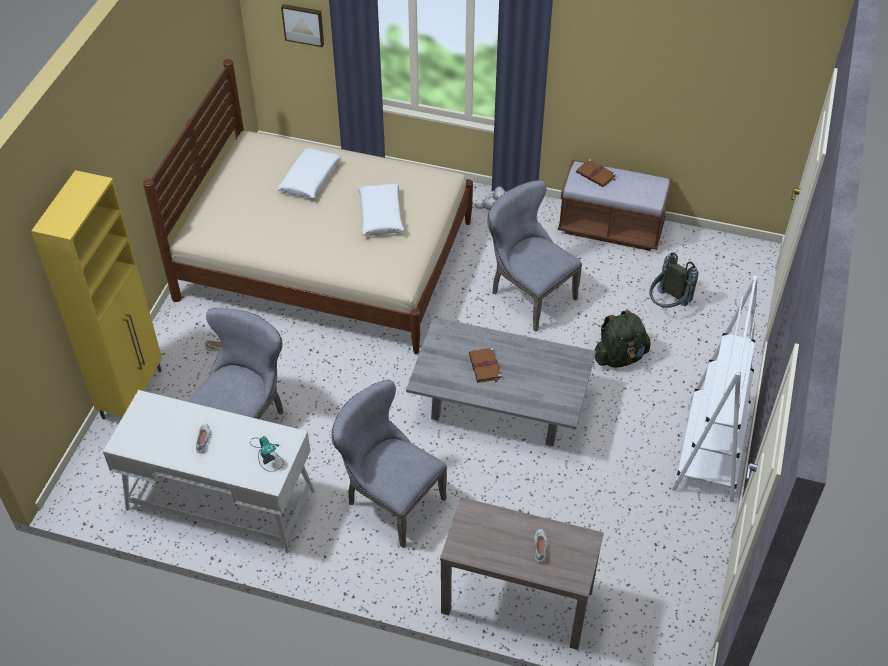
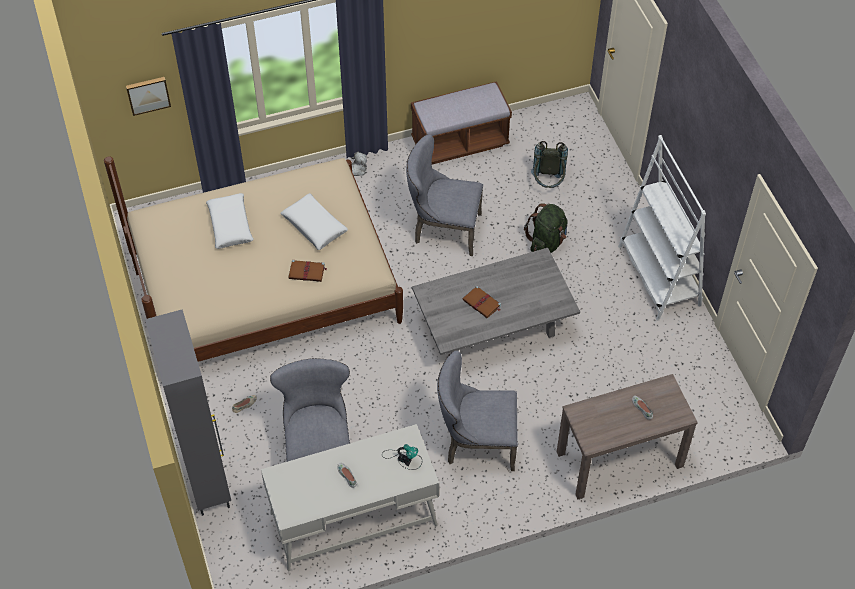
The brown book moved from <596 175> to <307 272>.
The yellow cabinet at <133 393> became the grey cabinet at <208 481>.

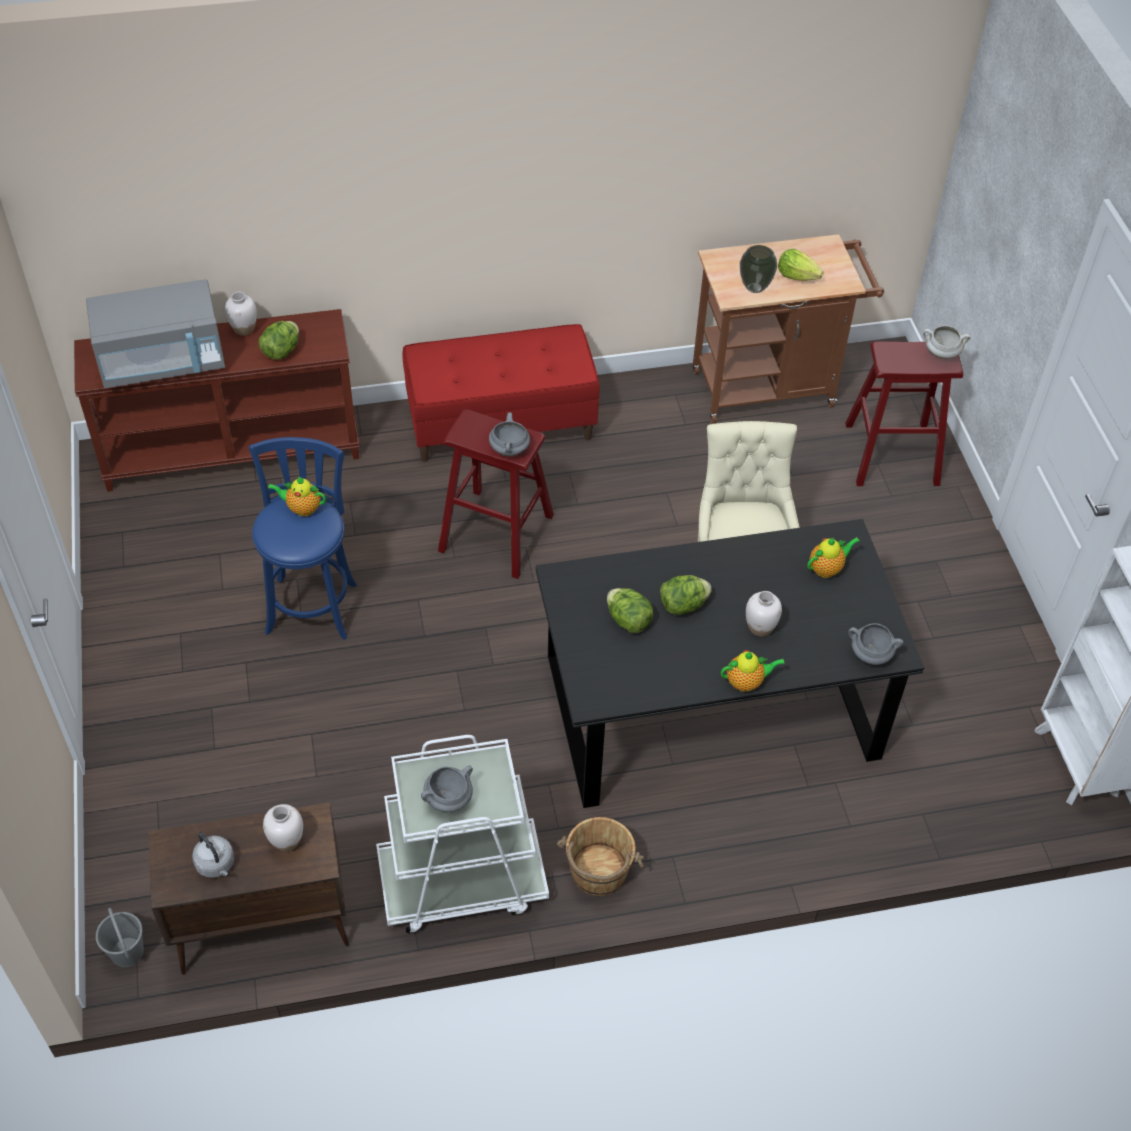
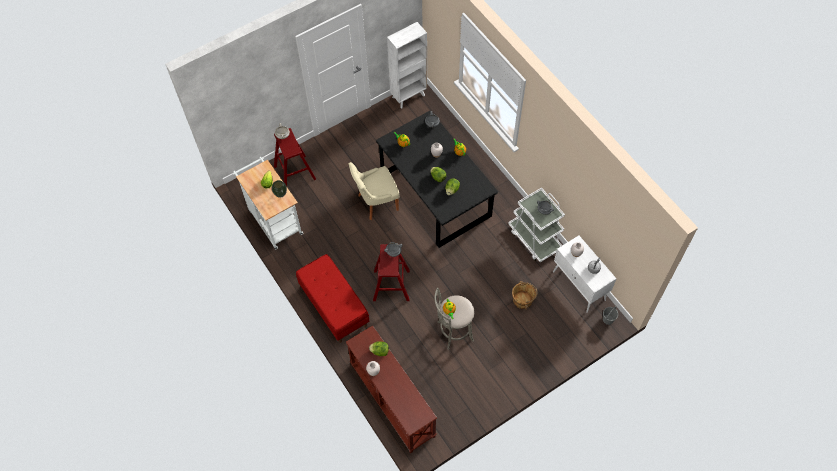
The brown cart at <771 386> became the white cart at <273 220>.
The grey microwave at <163 361> disappeared.
The blue stool at <312 604> became the grey stool at <453 332>.
The brown cabinet at <261 927> became the white cabinet at <579 286>.
The brown bucket moved from <598 872> to <523 300>.

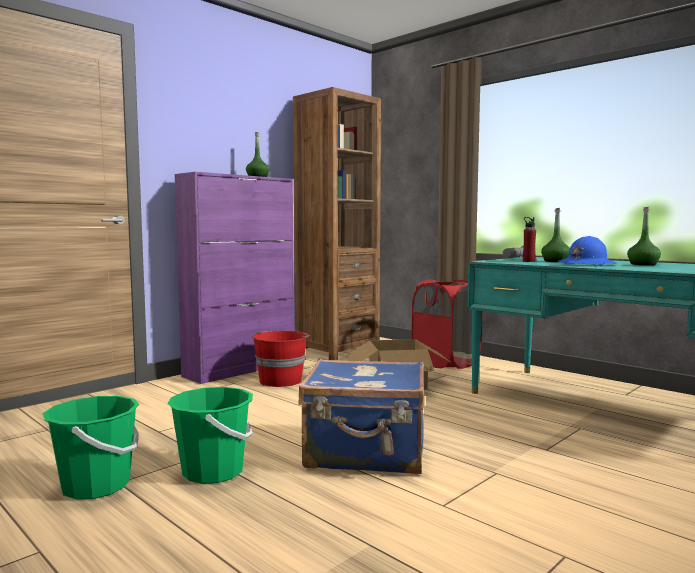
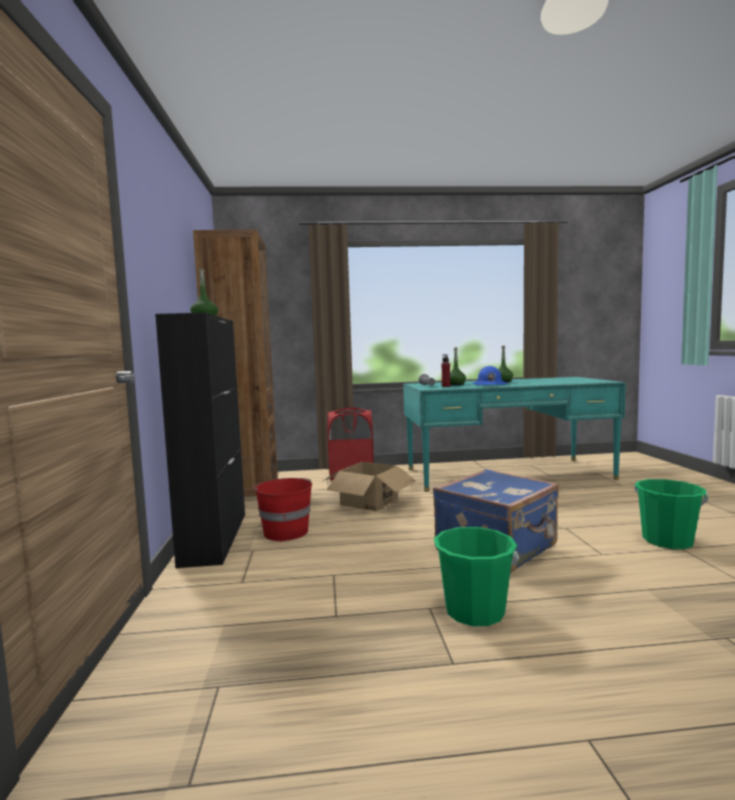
The purple cabinet at <241 369> became the black cabinet at <215 537>.
The green bucket moved from <96 486> to <667 541>.

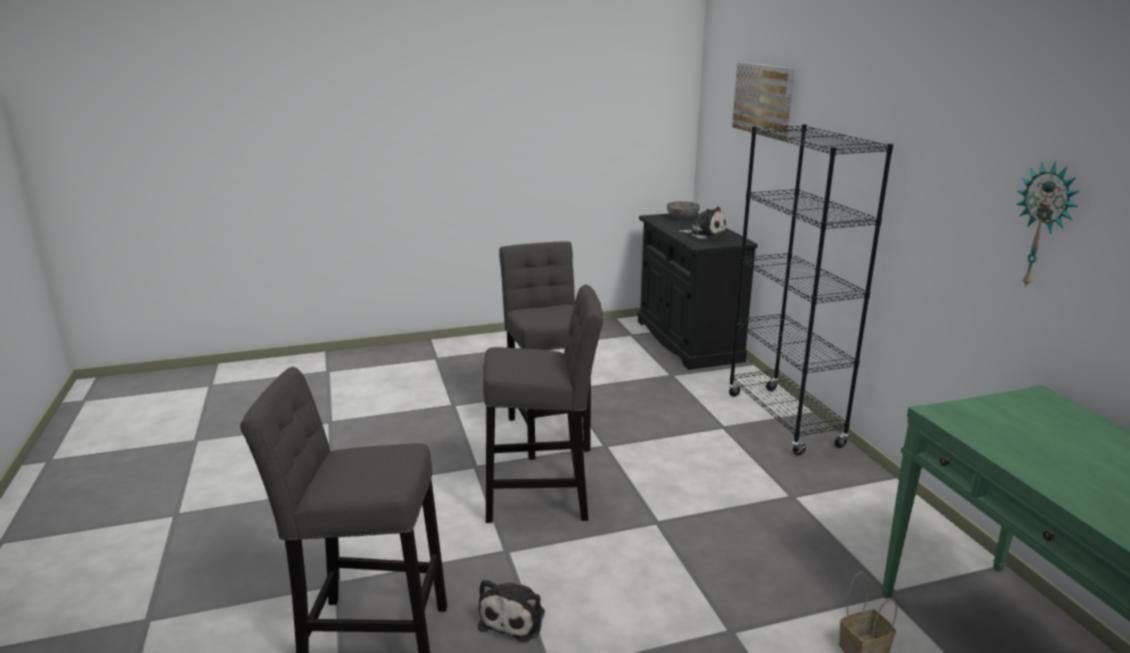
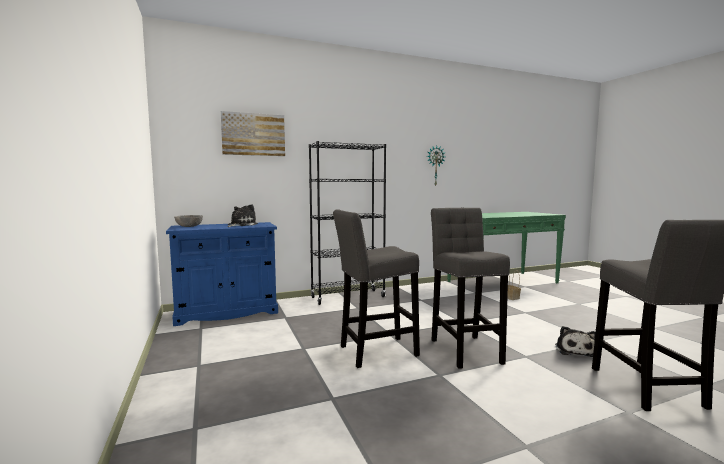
The black cabinet at <687 341> became the blue cabinet at <227 312>.
The plush toy at <514 617> turned 90 degrees clockwise.

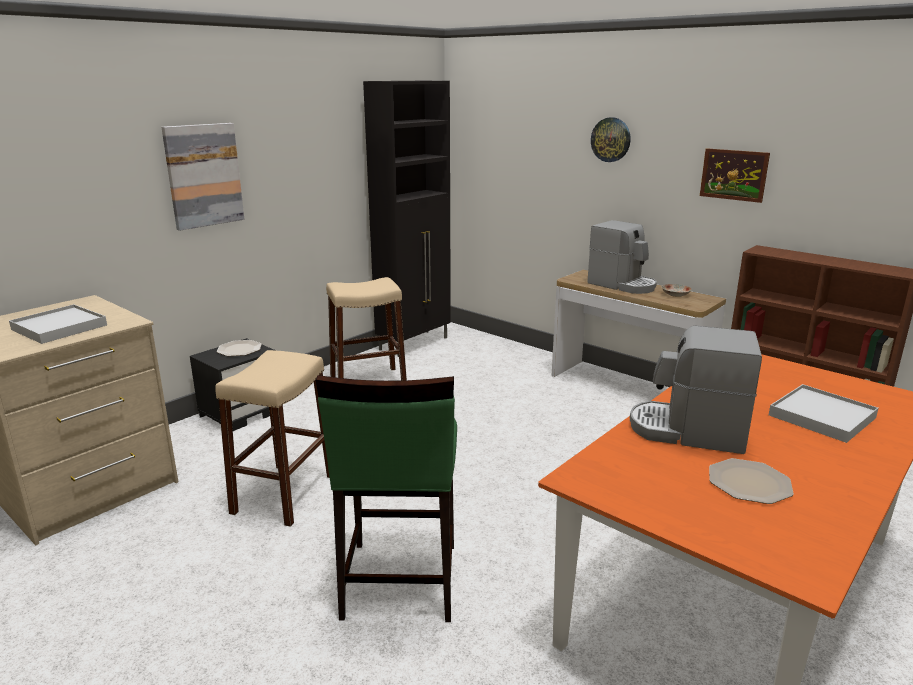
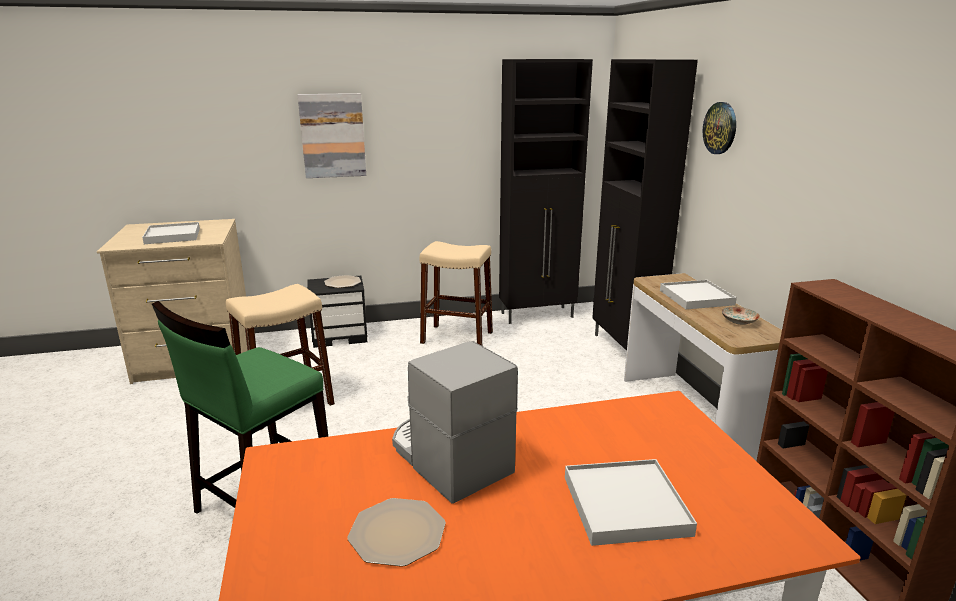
The picture at <733 175> disappeared.
The coffee machine at <622 285> was replaced by the white tray at <696 297>.
The black cabinet at <624 349> appeared.

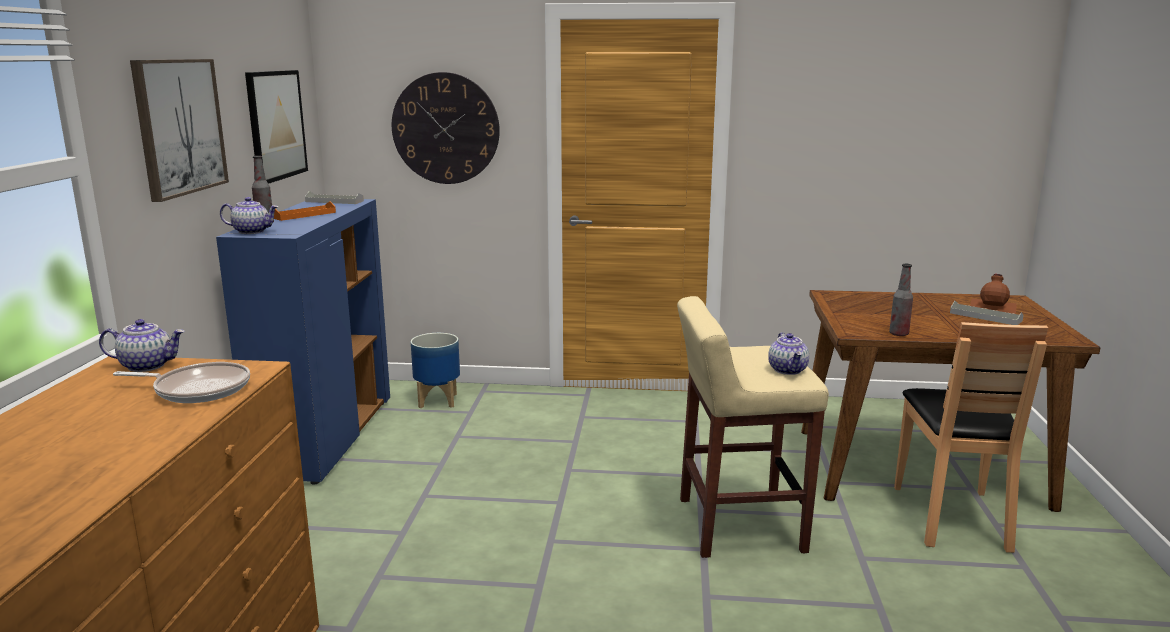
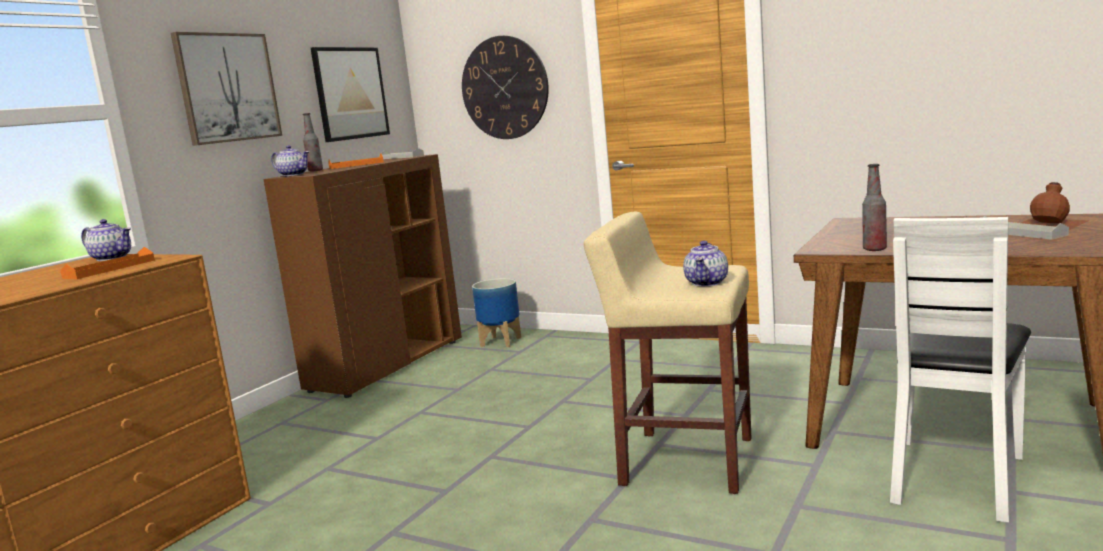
The blue cabinet at <326 437> became the brown cabinet at <387 365>.
The brown chair at <952 517> became the white chair at <955 478>.
The frying pan at <198 389> was replaced by the orange tray at <110 269>.

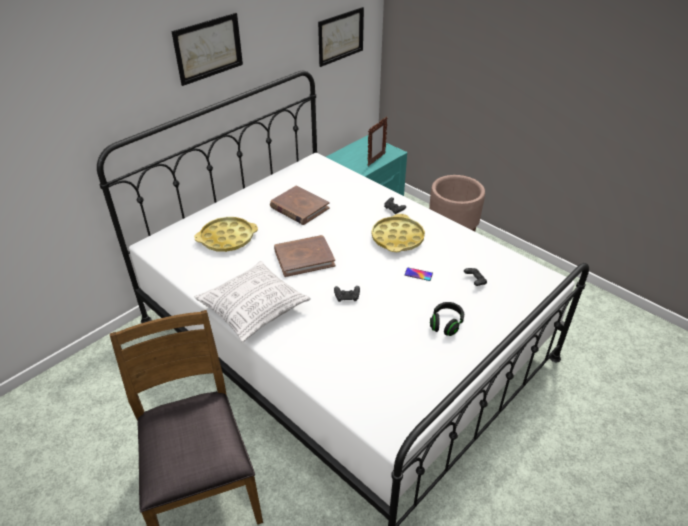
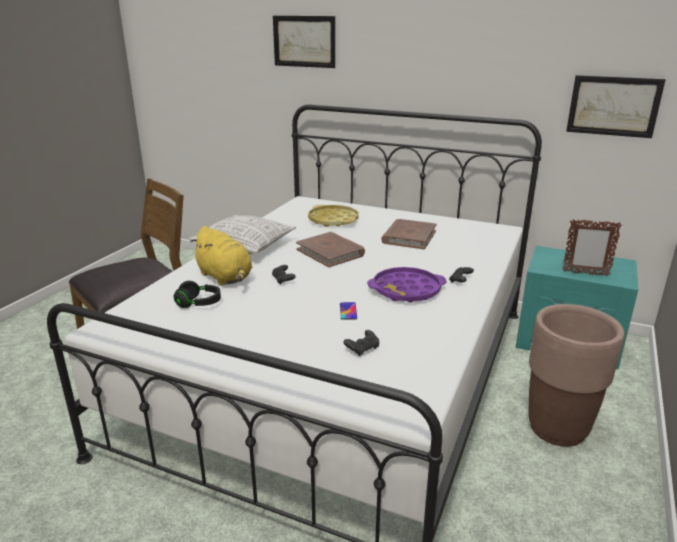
The picture moved from <208 48> to <304 41>.
The yellow tray at <397 238> became the purple tray at <406 290>.
The black headphones moved from <446 324> to <199 303>.
The yellow plush toy at <225 277> appeared.

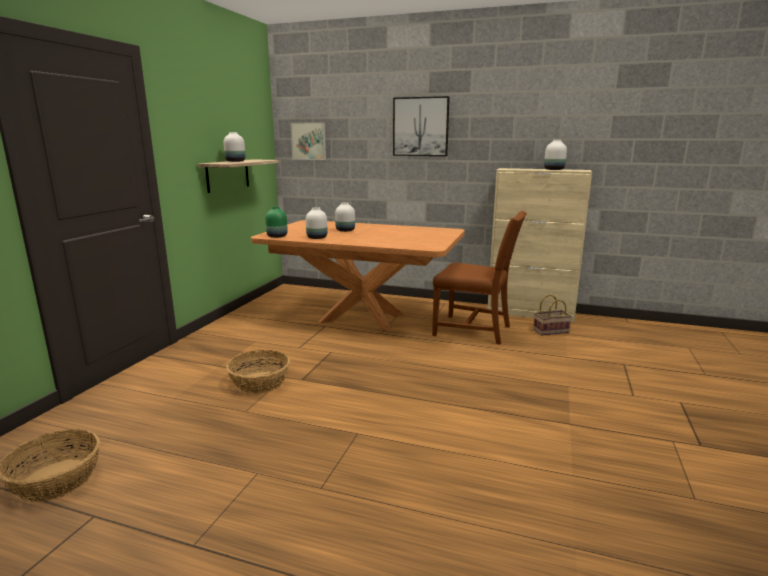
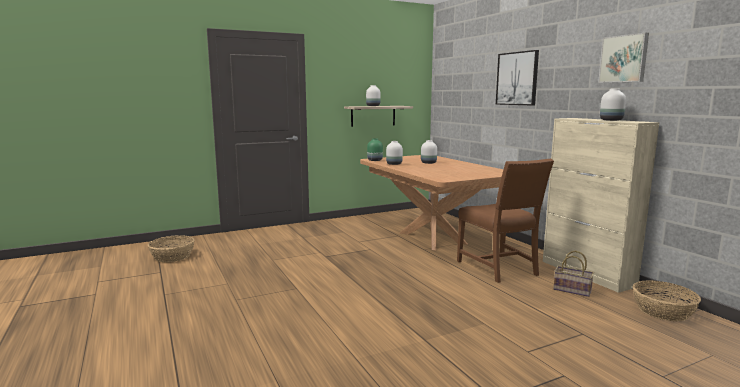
The picture moved from <309 141> to <624 59>.
The basket moved from <260 383> to <662 311>.

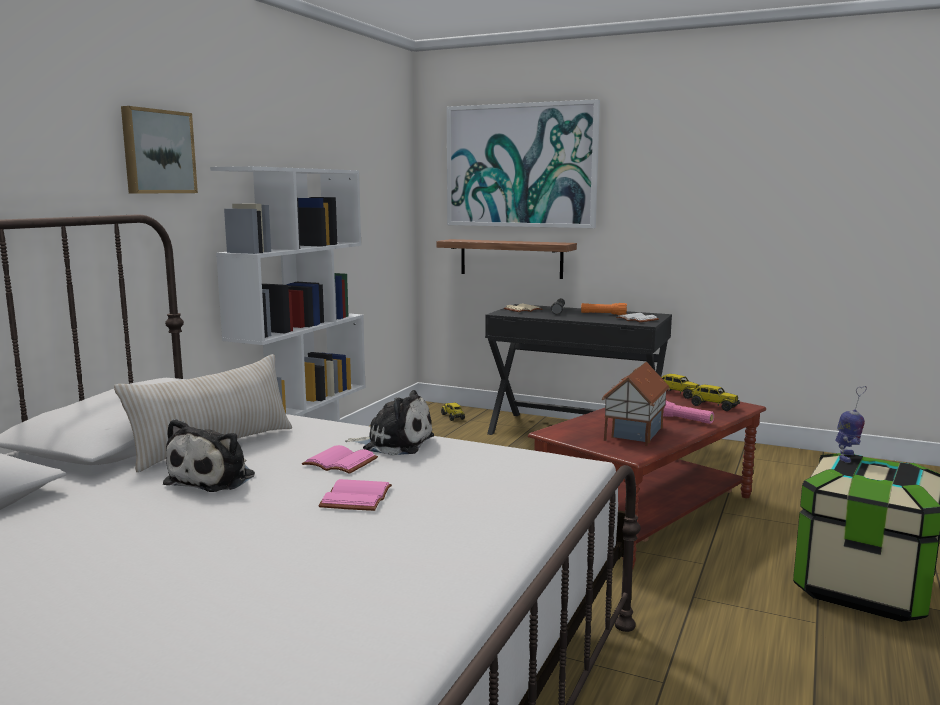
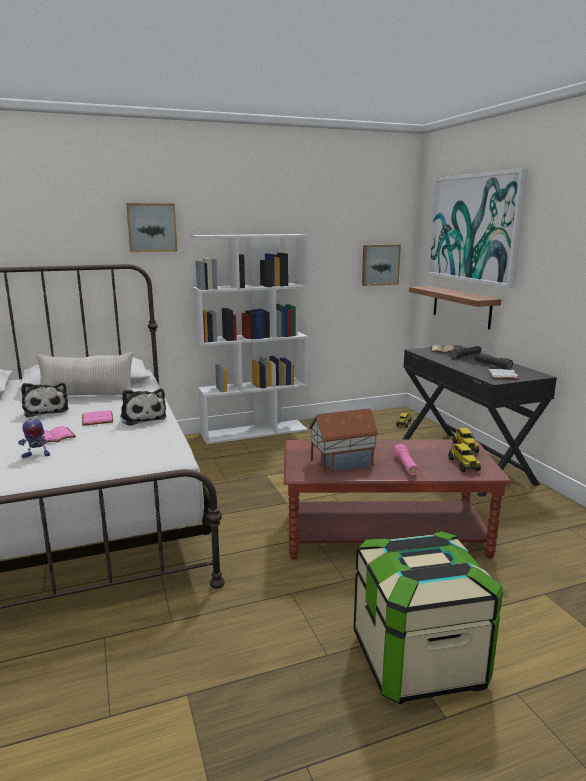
The orange flashlight at <603 314> became the black flashlight at <492 366>.
The toy robot moved from <846 457> to <36 455>.
The plush toy at <215 478> turned 90 degrees counterclockwise.
The picture at <380 264> appeared.

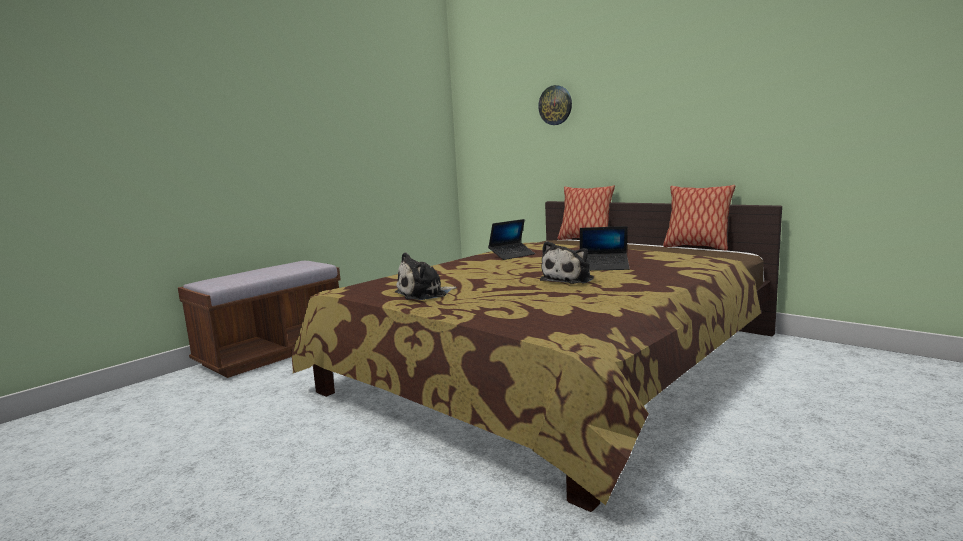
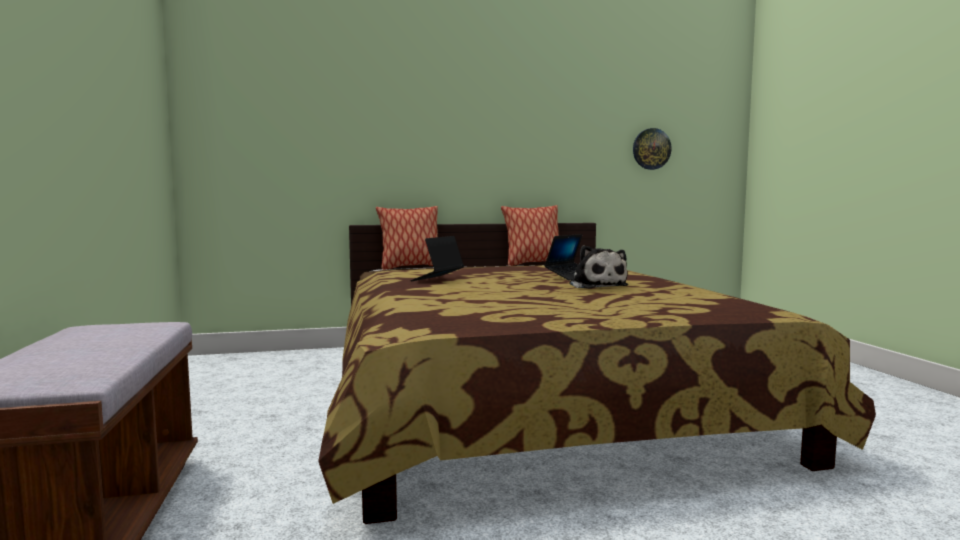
The wall clock moved from <555 105> to <651 149>.
The laptop at <512 255> turned 150 degrees counterclockwise.
The plush toy at <424 294> disappeared.

